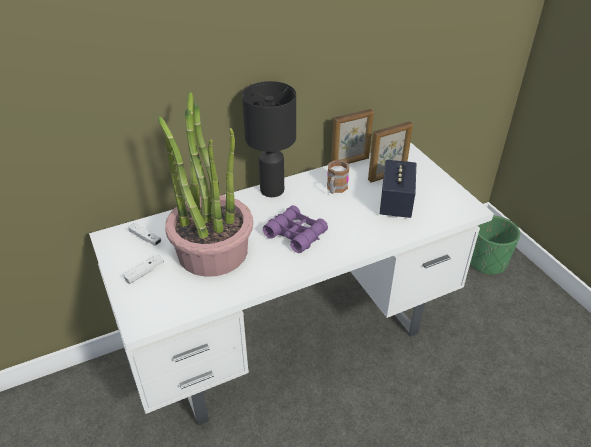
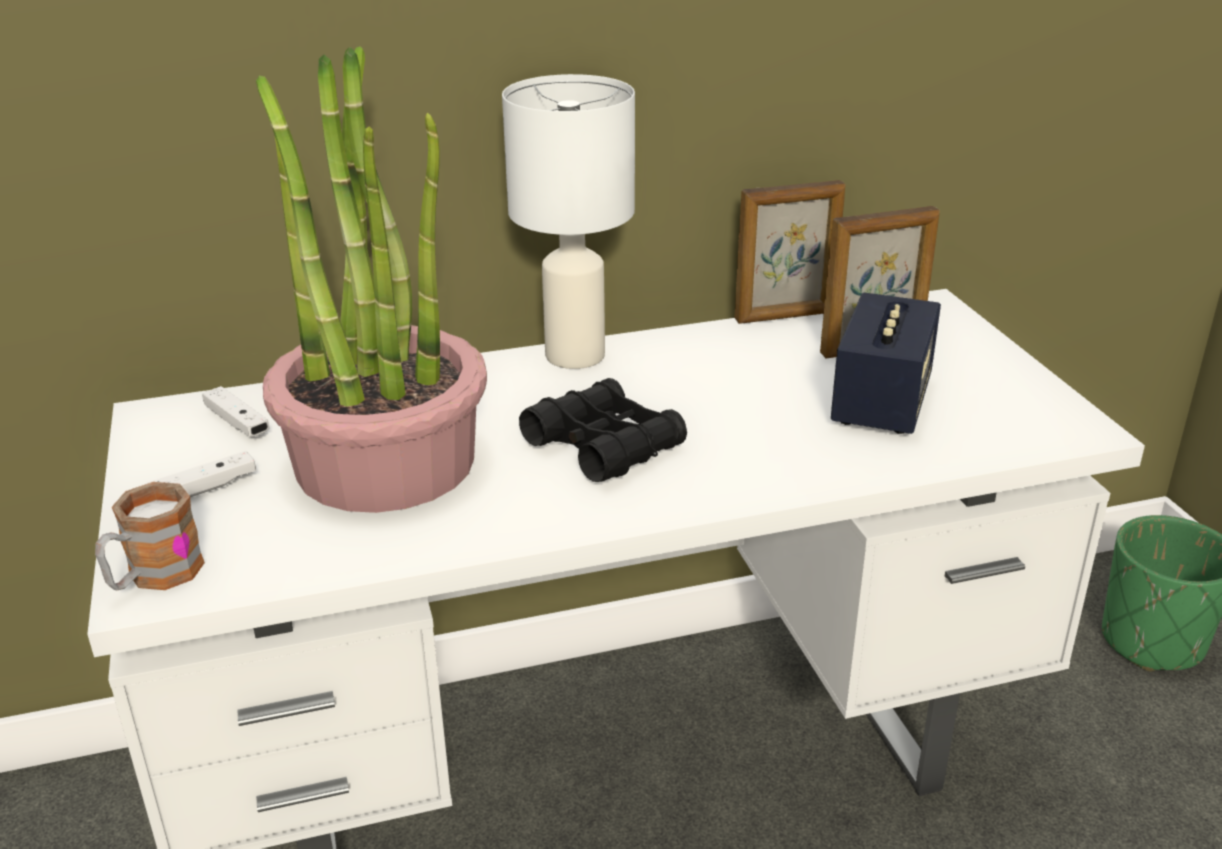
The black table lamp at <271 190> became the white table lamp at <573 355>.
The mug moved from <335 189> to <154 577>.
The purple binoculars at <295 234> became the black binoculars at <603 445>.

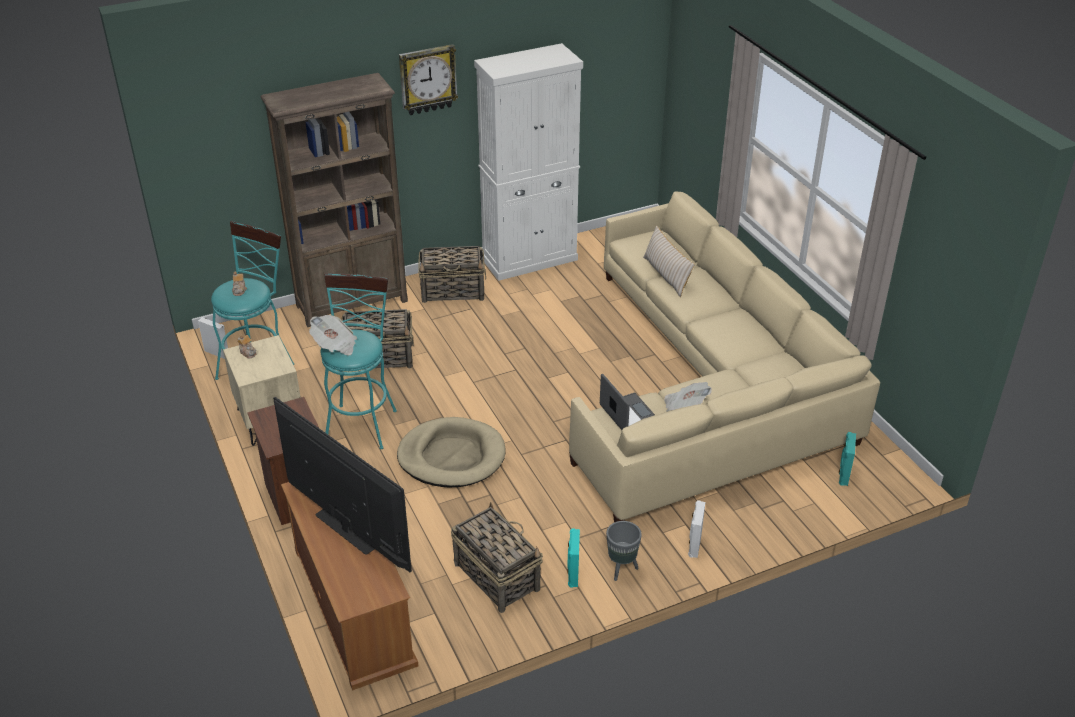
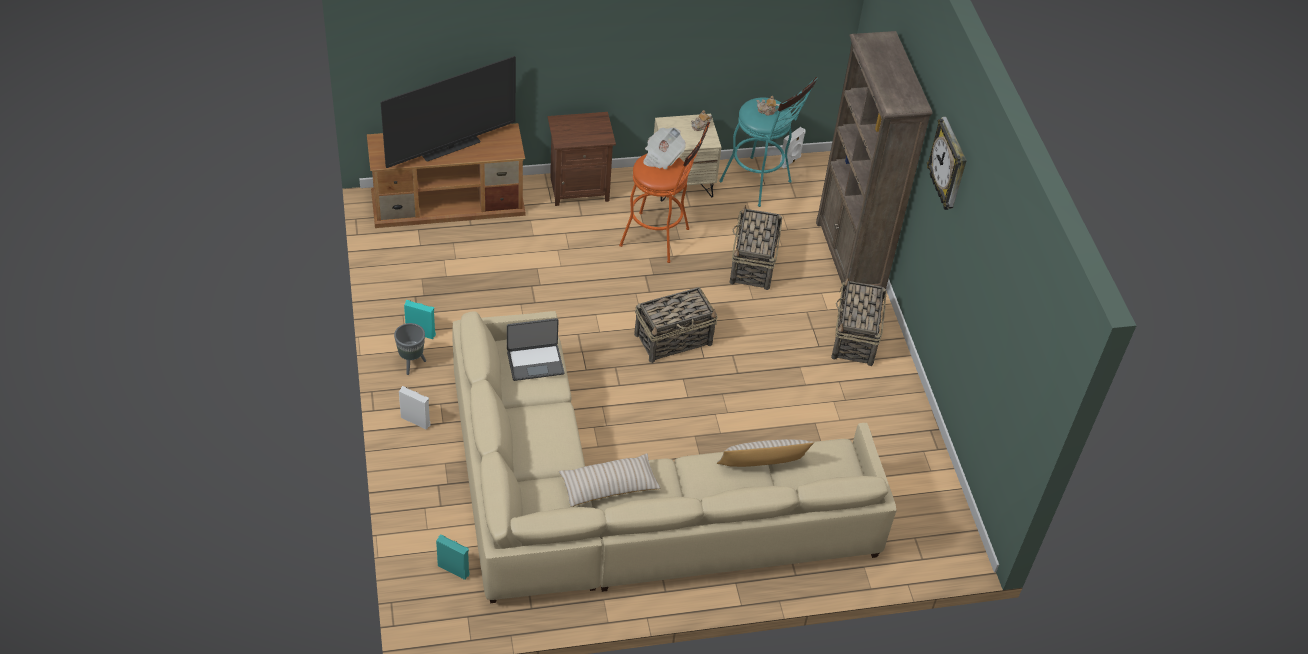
The white cabinet at <530 259> disappeared.
The turquoise stool at <362 422> became the orange stool at <660 239>.
The newspaper at <685 406> disappeared.
The beige dog bed at <452 456> disappeared.
The basket moved from <496 576> to <674 339>.
The beige pillow at <609 486> appeared.

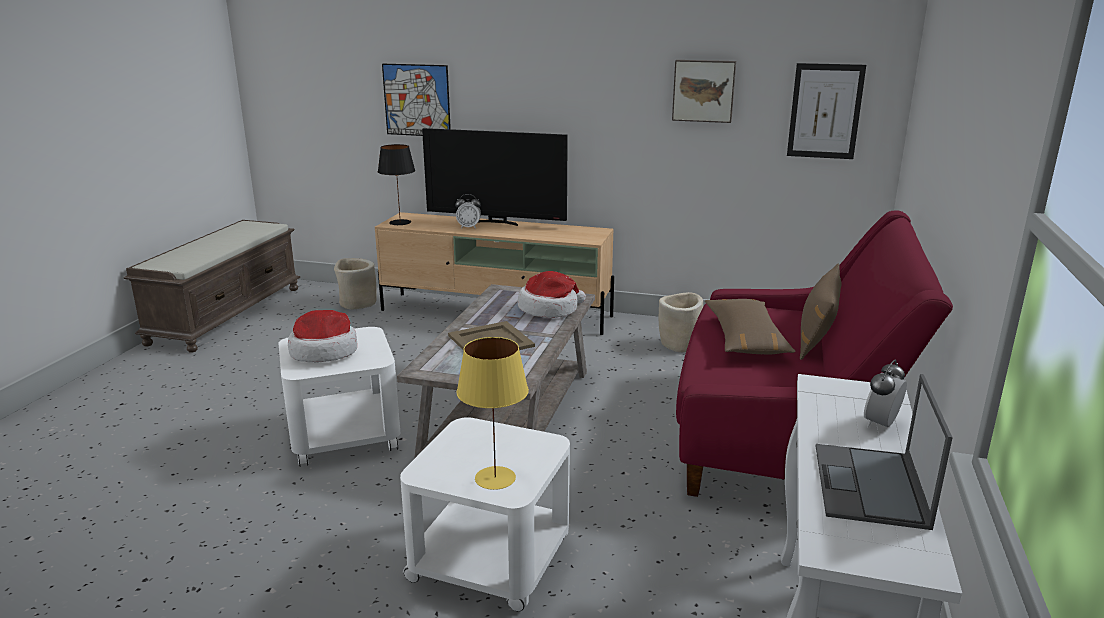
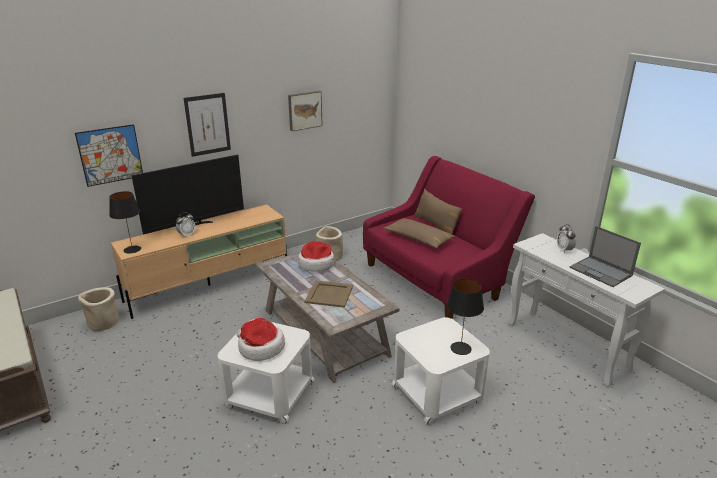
The picture moved from <825 111> to <207 124>.
The yellow table lamp at <494 478> became the black table lamp at <460 348>.

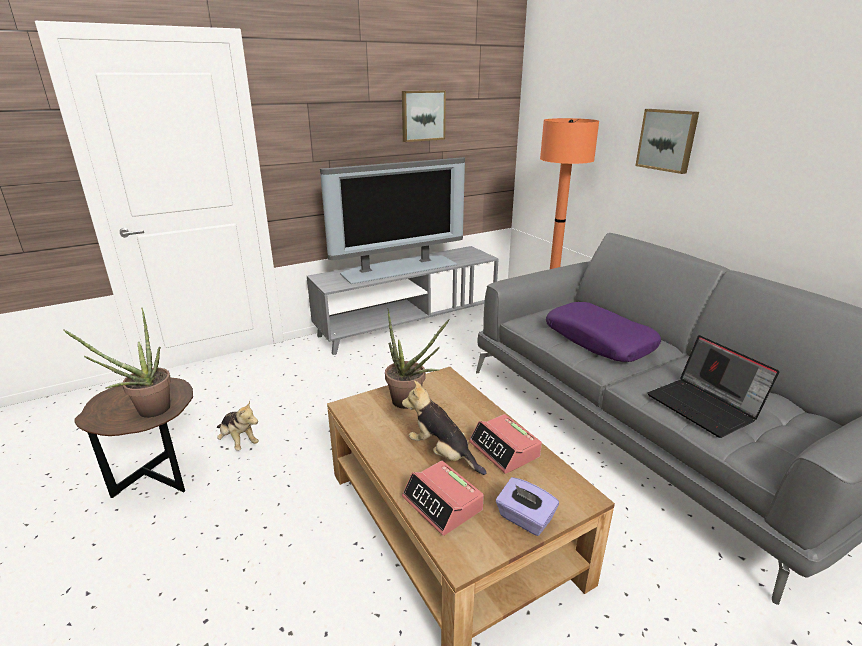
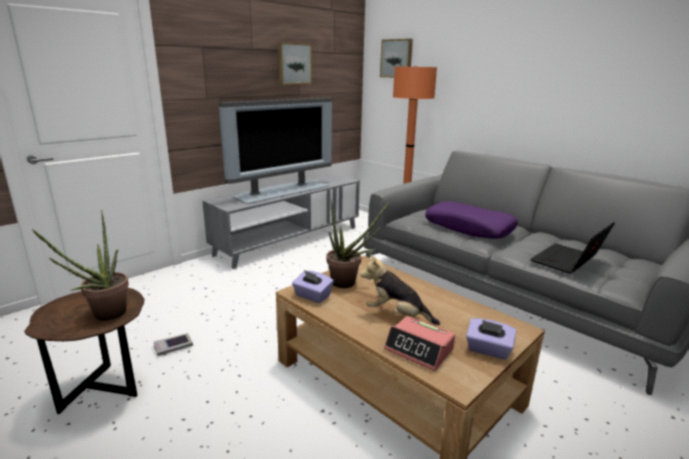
The picture moved from <667 140> to <397 58>.
The laptop at <705 407> turned 90 degrees clockwise.
The plush toy at <238 441> was replaced by the book at <173 347>.
The alarm clock at <504 450> disappeared.
The purple tissue box at <312 296> appeared.

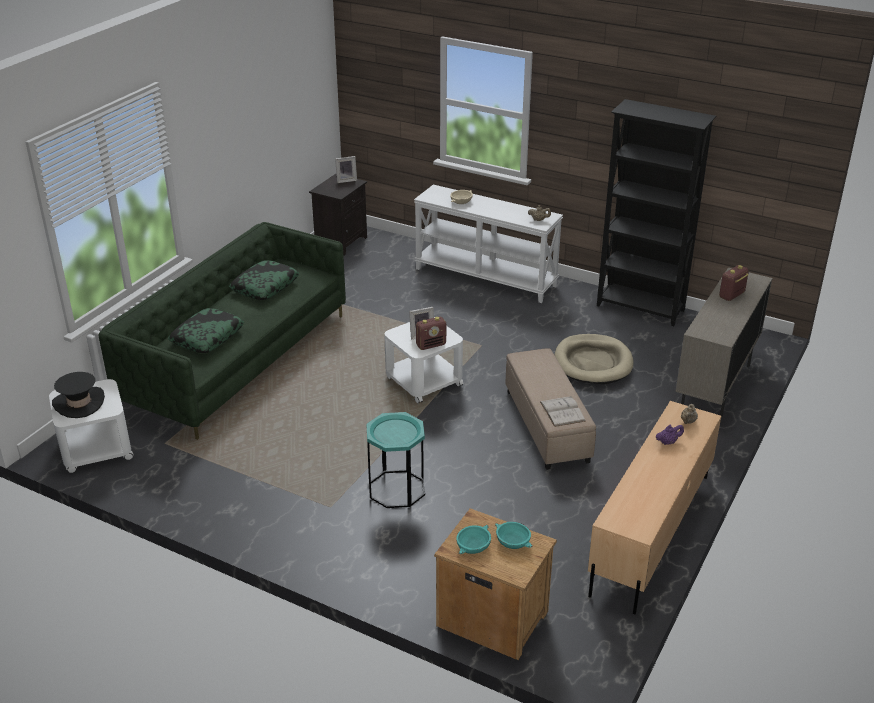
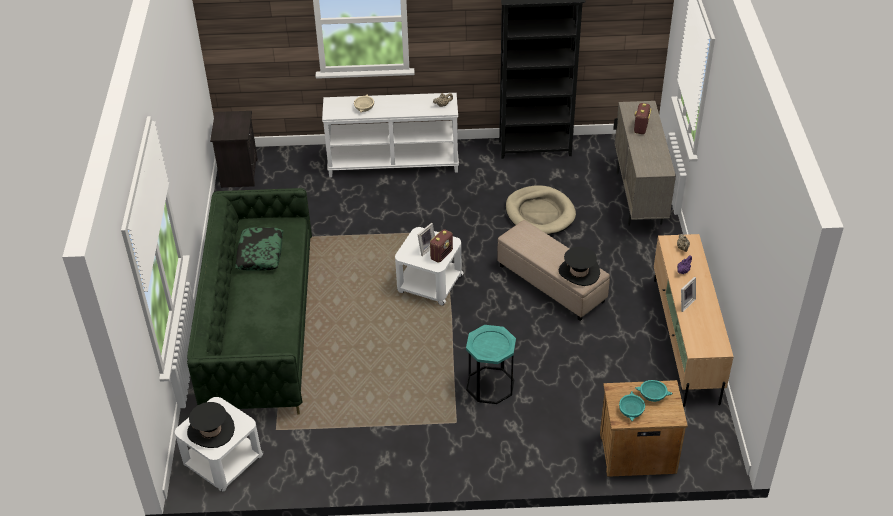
The picture frame moved from <346 180> to <684 303>.
The pillow at <207 337> disappeared.
The white book at <562 411> was replaced by the black hat at <579 272>.

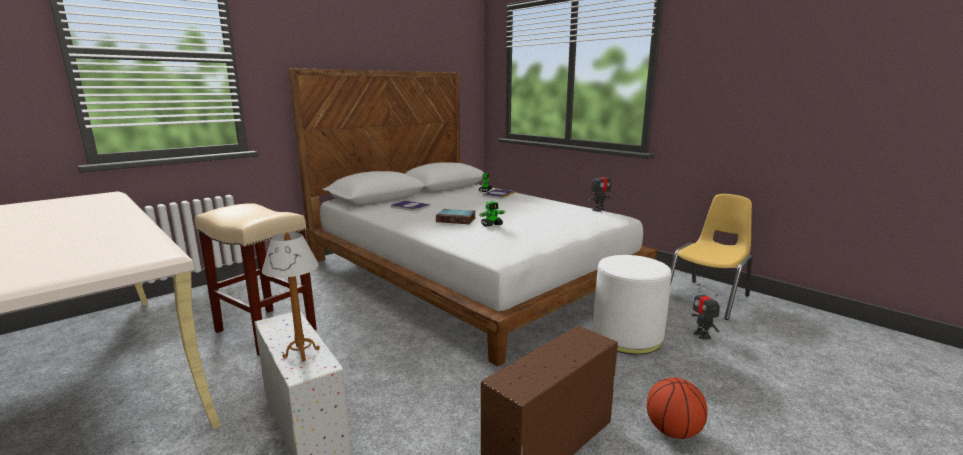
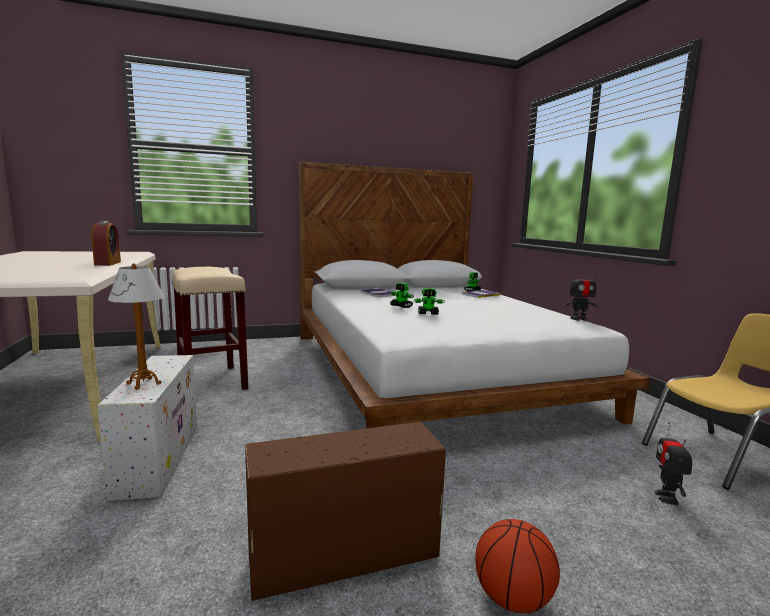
The book at <457 220> was replaced by the toy robot at <401 306>.
The white ottoman at <627 337> disappeared.
The alarm clock at <108 263> appeared.

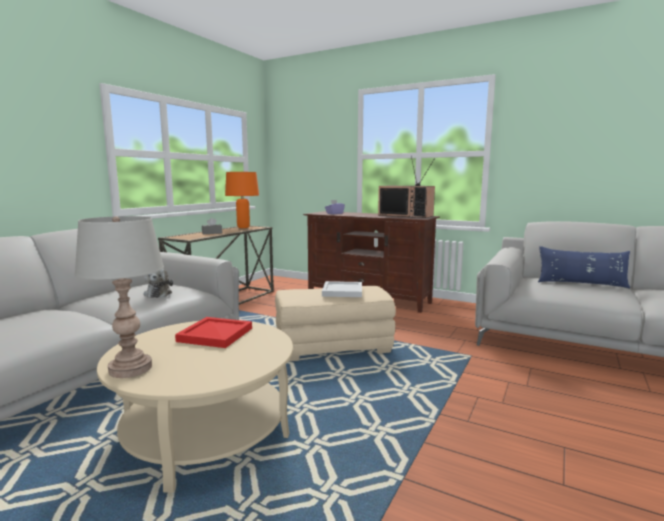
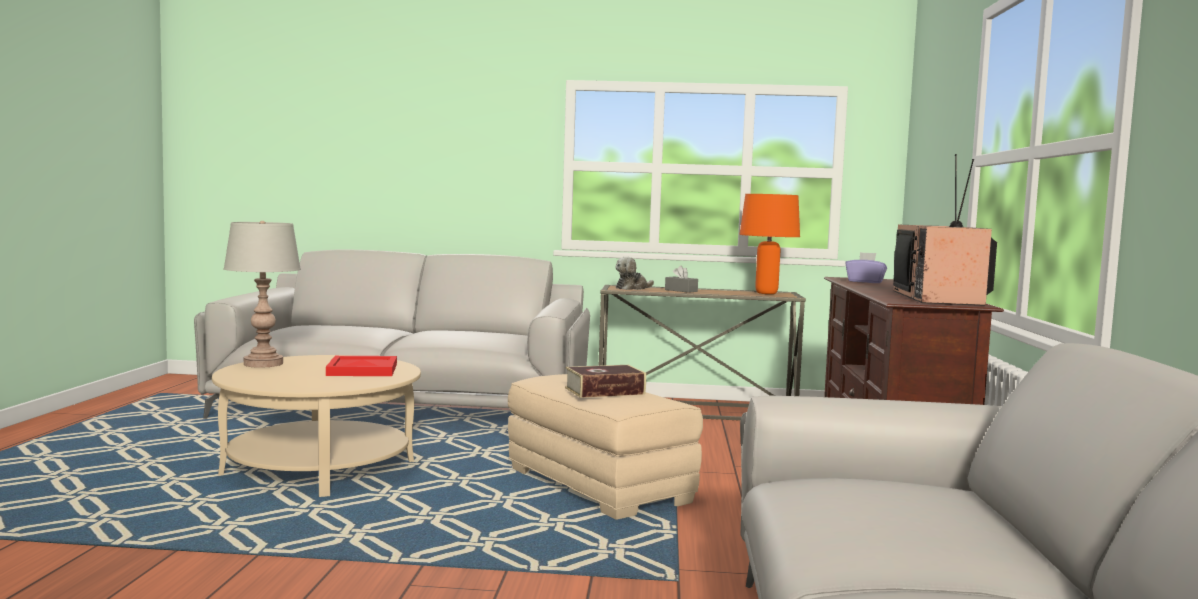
The blue pillow at <581 284> disappeared.
The plush toy moved from <158 293> to <632 288>.
The white tray at <342 291> was replaced by the book at <604 391>.

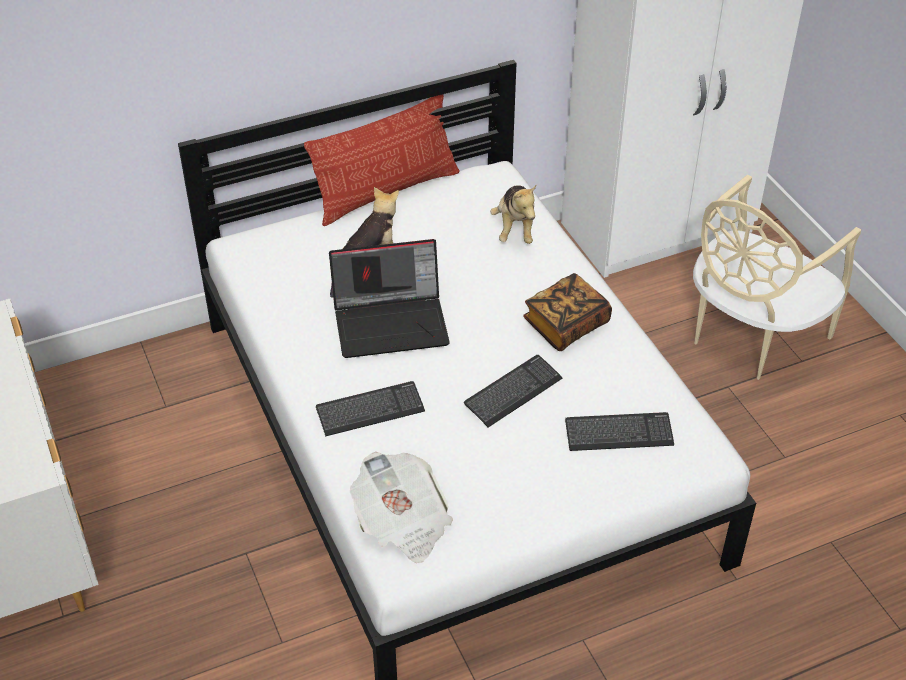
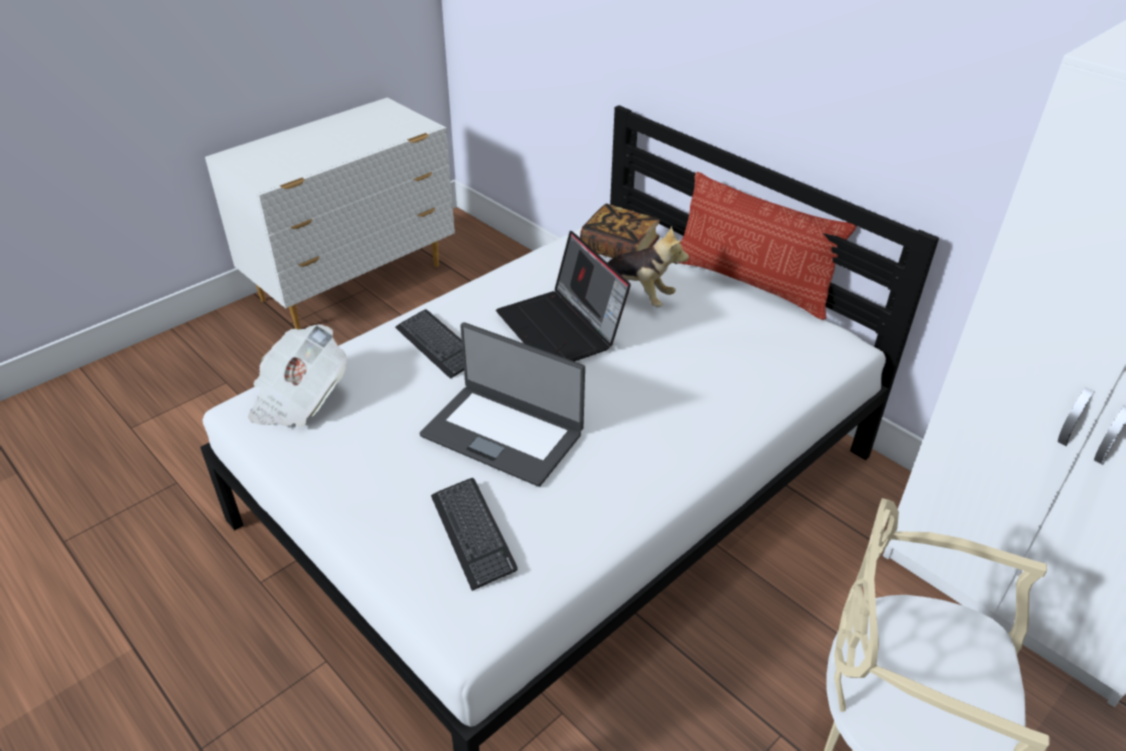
The plush toy at <515 228> disappeared.
The book moved from <566 325> to <619 249>.
The keyboard at <513 392> was replaced by the laptop at <503 433>.

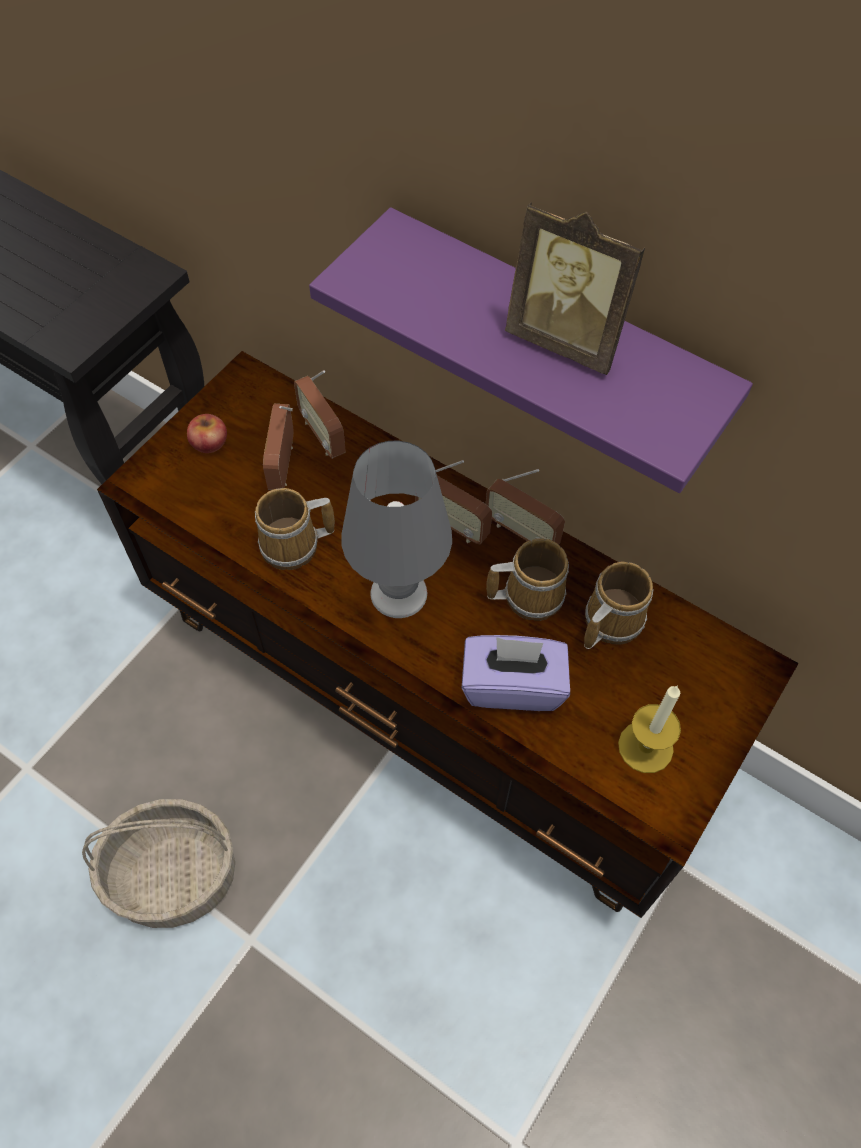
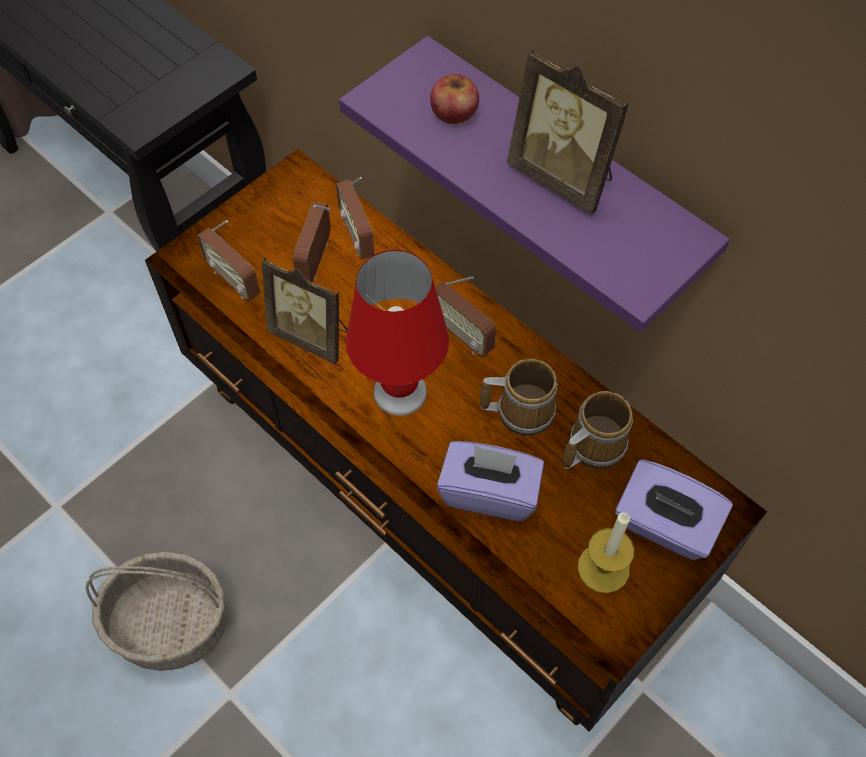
The apple moved from <209 442> to <454 111>.
The grey table lamp at <399 593> became the red table lamp at <401 392>.
The radio moved from <522 532> to <234 280>.
The mug at <294 546> was replaced by the picture frame at <312 335>.
The purple tissue box at <664 525> appeared.

